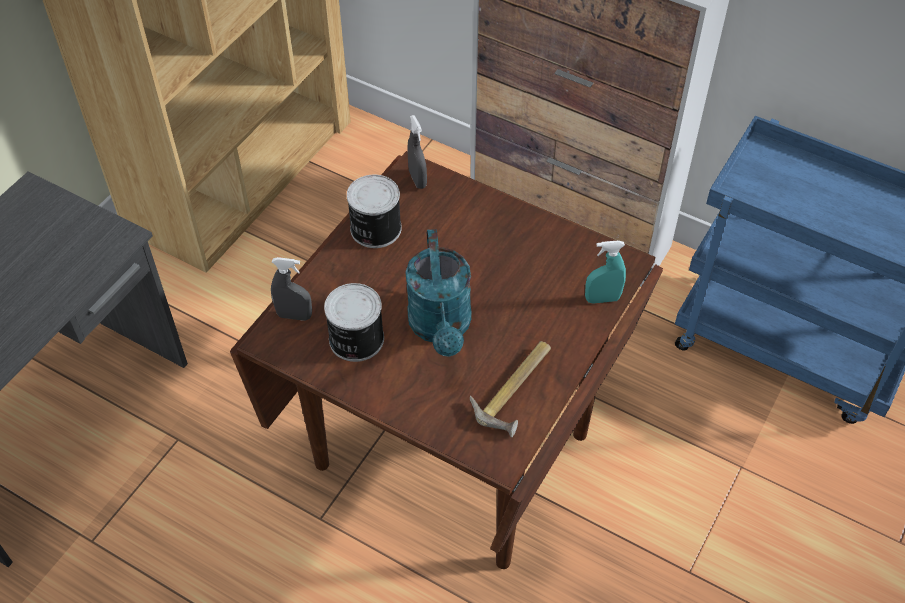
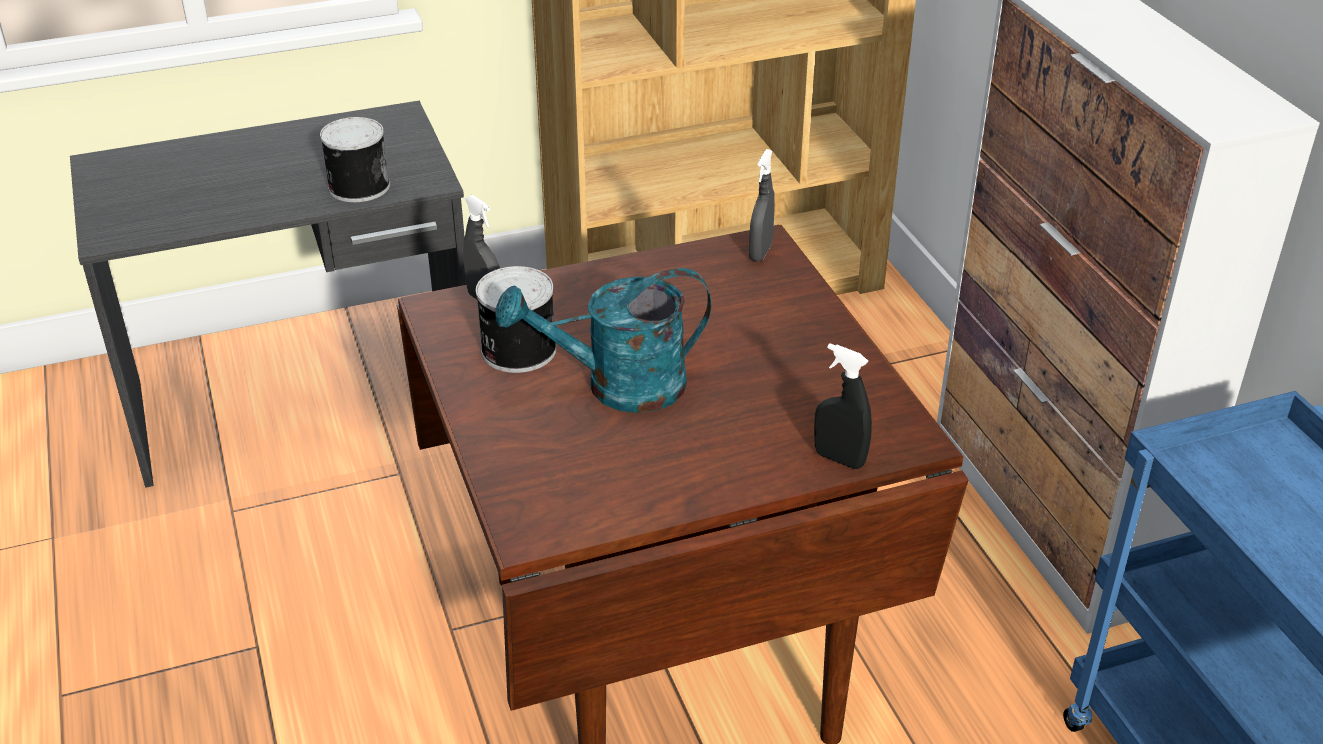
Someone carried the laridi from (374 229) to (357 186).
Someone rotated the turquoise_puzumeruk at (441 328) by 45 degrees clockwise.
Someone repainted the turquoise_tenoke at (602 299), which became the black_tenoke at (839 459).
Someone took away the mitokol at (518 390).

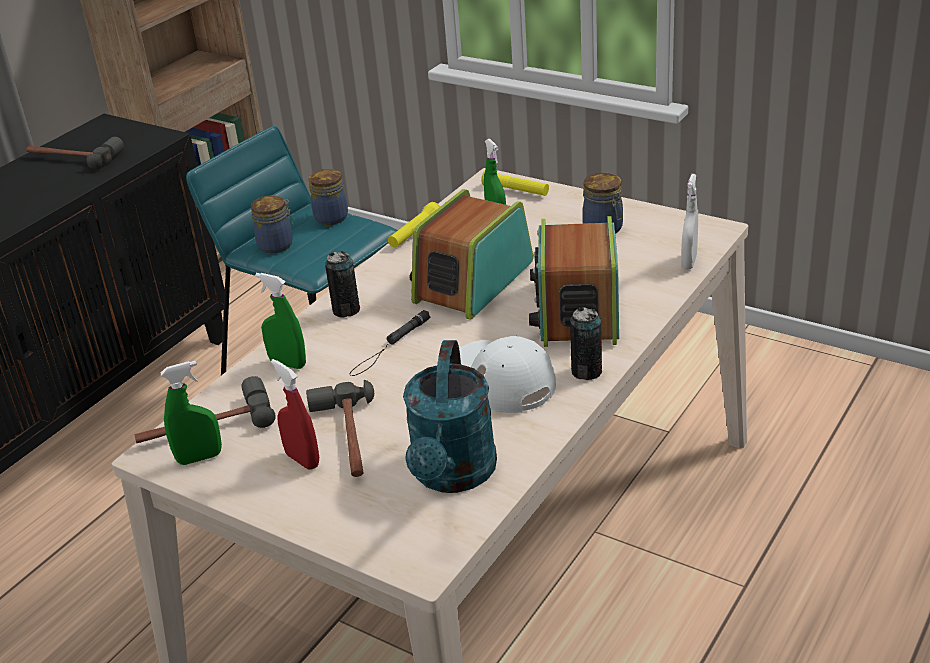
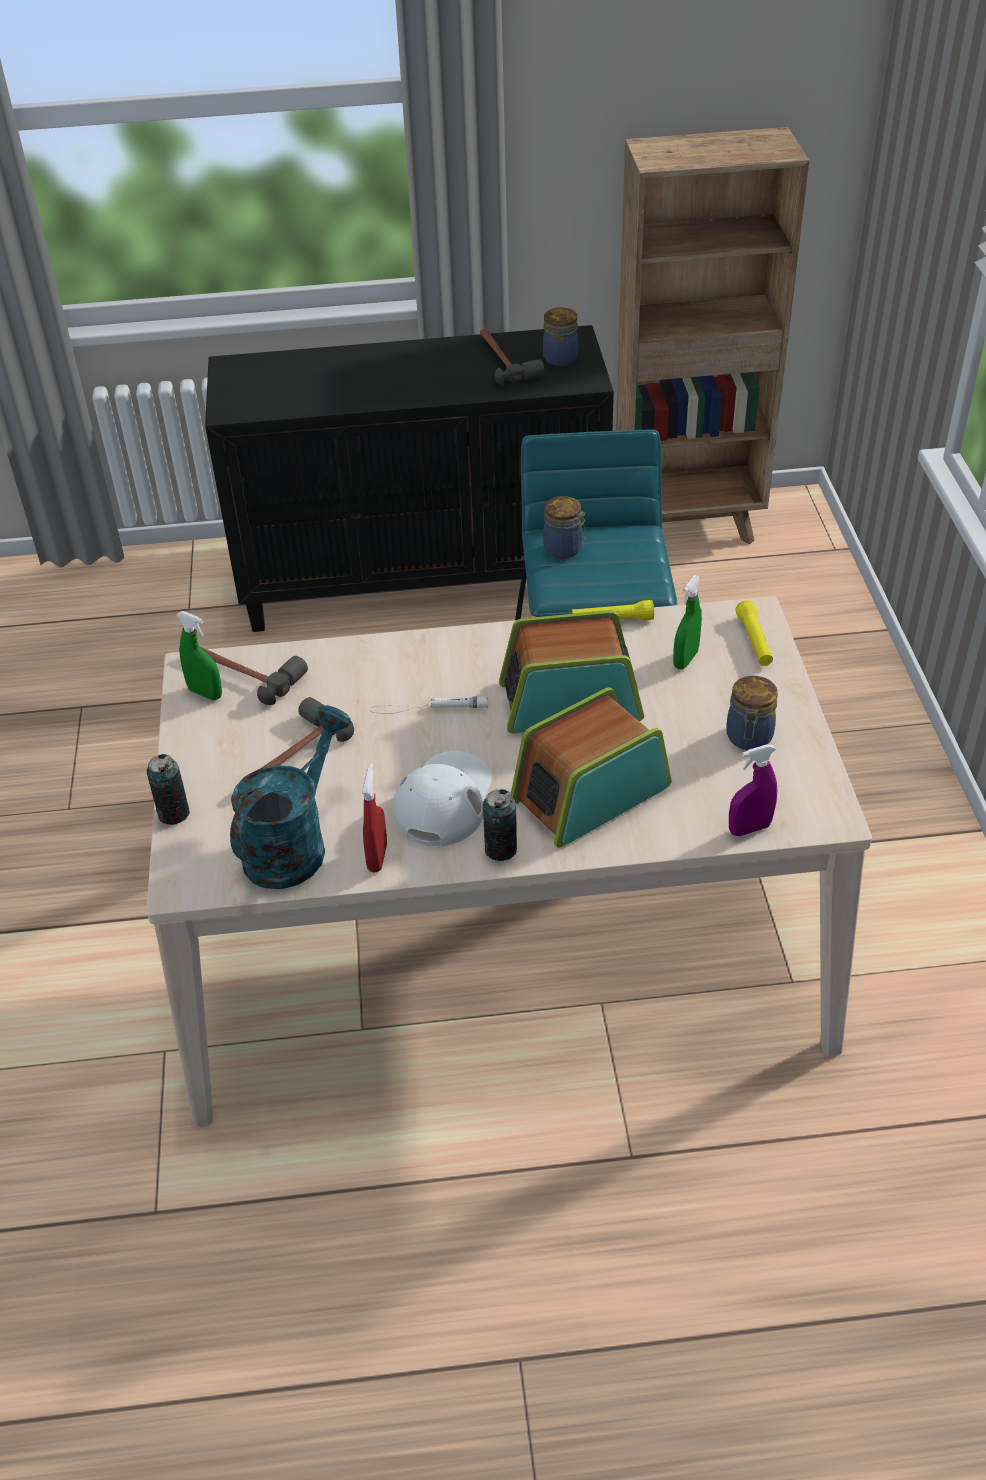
Someone carried the laridi from (346 310) to (174 814).
Someone rotated the turquoise_puzumeruk at (452 476) by 150 degrees clockwise.
Someone carried the red_tenoke from (302 460) to (377 857).
Someone repainted the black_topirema at (390 346), which became the white_topirema at (428 708).
Someone carried the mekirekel from (330 217) to (561 357).
Someone repainted the white_tenoke at (689 262), which became the purple_tenoke at (749 828).
Someone took away the green_tenoke at (288 364).

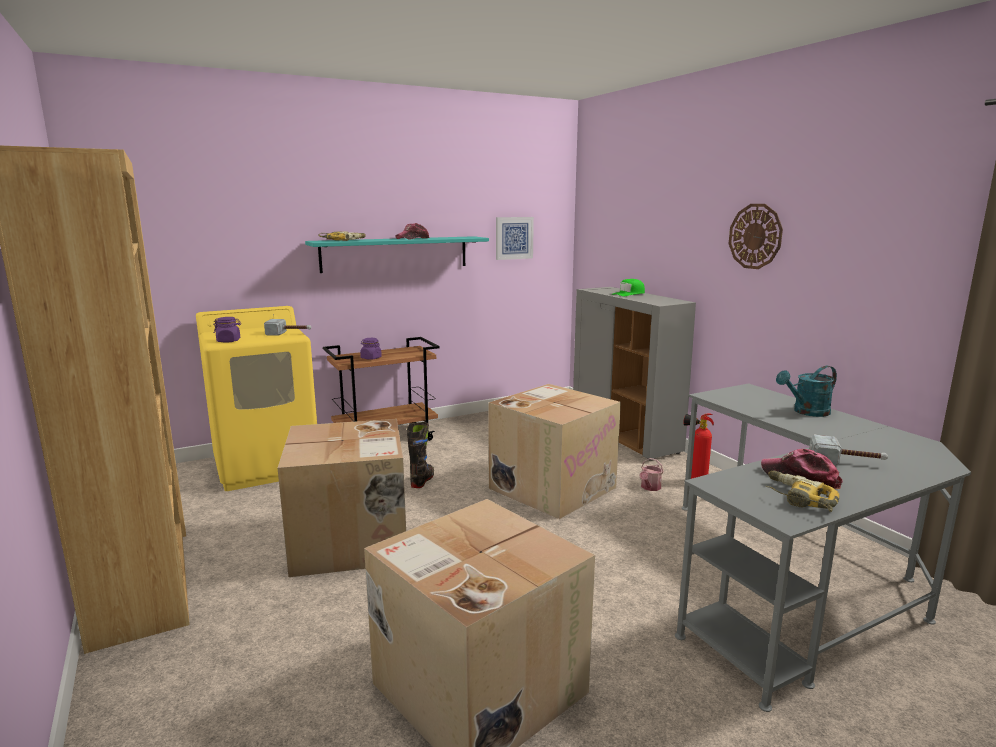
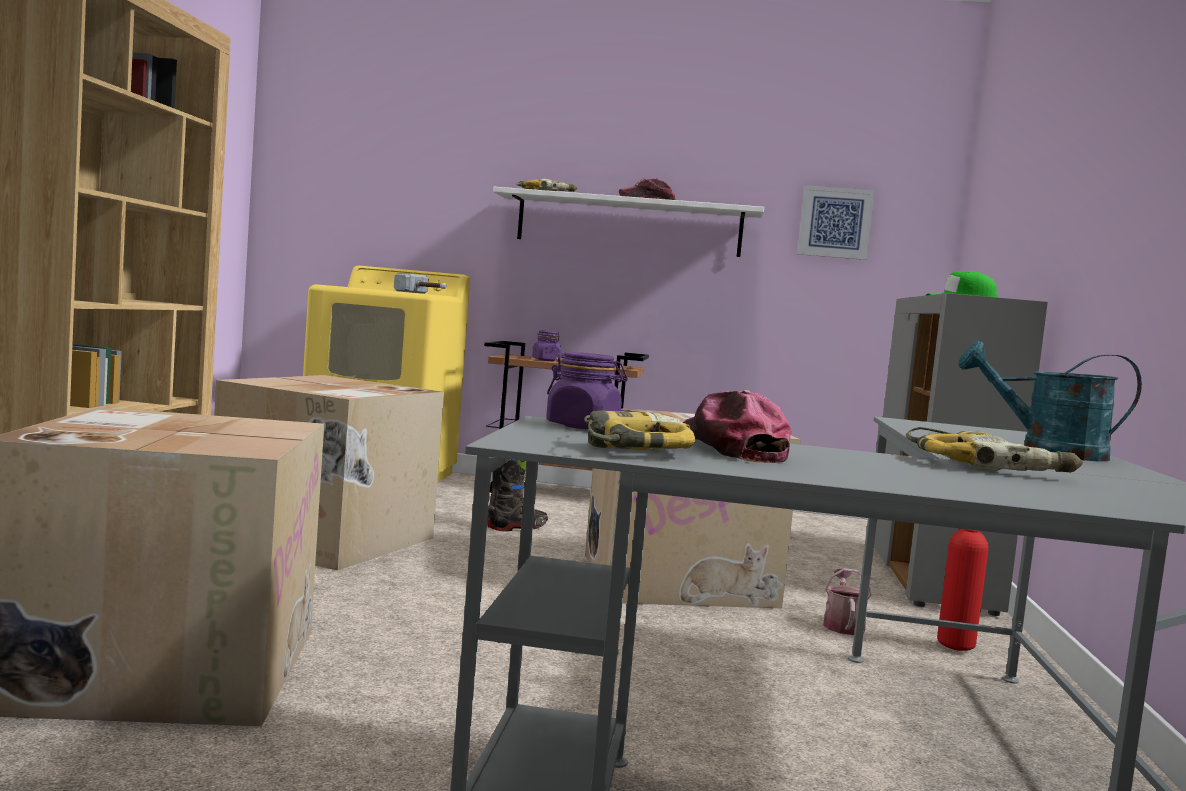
Someone repainted the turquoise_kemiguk at (395 253), which became the white_kemiguk at (629 225).
Someone carried the purple_mekirekel from (229 341) to (583 426).
Someone rotated the puzumeruk at (649 487) by 120 degrees clockwise.
Someone put down the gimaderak at (988 467).
Someone took away the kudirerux at (755 236).
Someone took away the mitokol at (846 462).

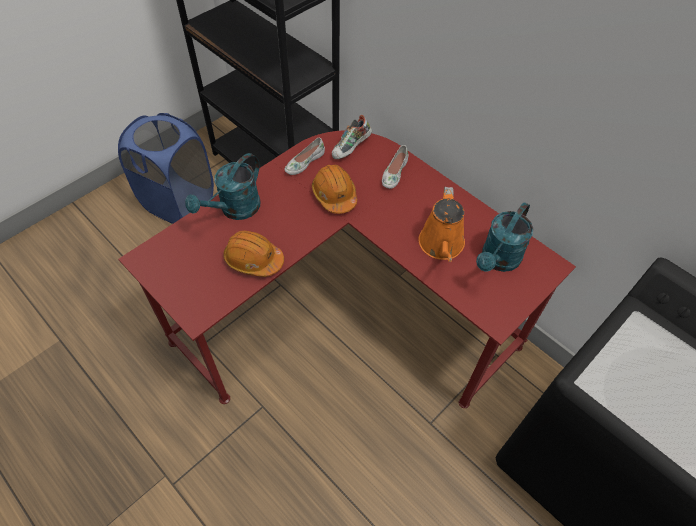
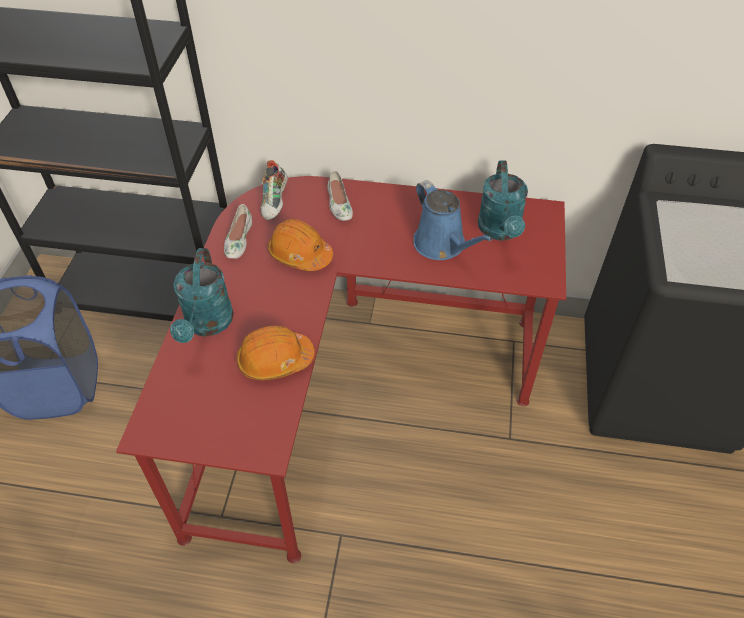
Someone repainted the orange_puzumeruk at (441 246), which became the blue_puzumeruk at (442 245).

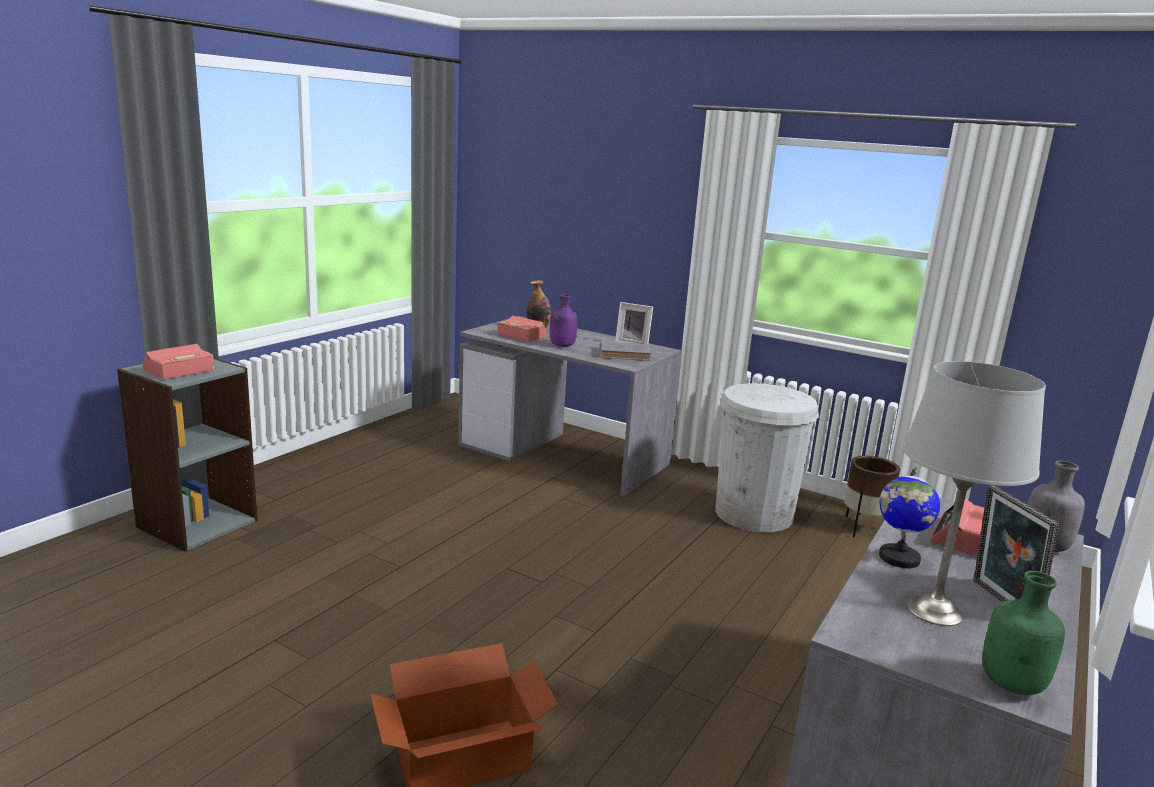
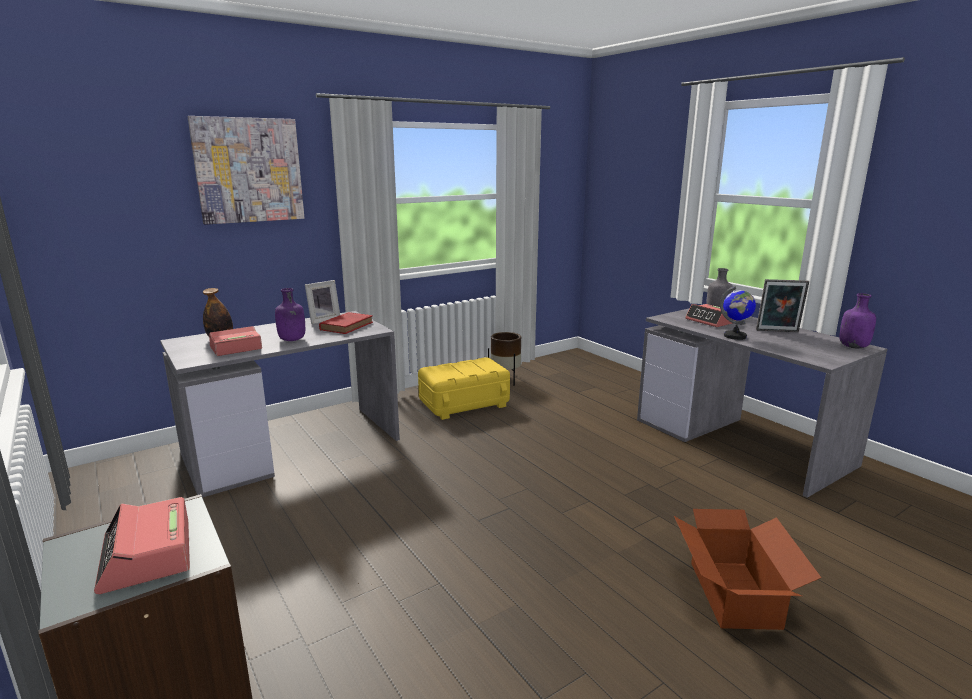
Someone put up the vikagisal at (249 170).
Someone repainted the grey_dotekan at (626 355), which became the red_dotekan at (347 326).
Someone swapped the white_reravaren at (753 514) for the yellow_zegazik at (464 403).
Someone repainted the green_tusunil at (1013 685), which became the purple_tusunil at (853 347).
Someone took away the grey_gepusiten at (935 612).

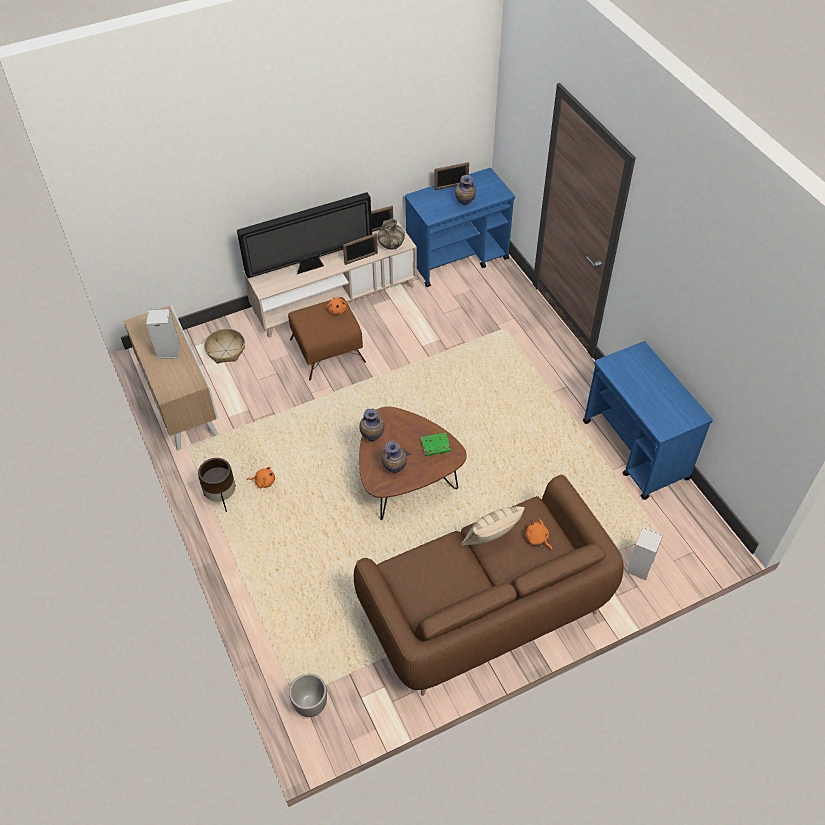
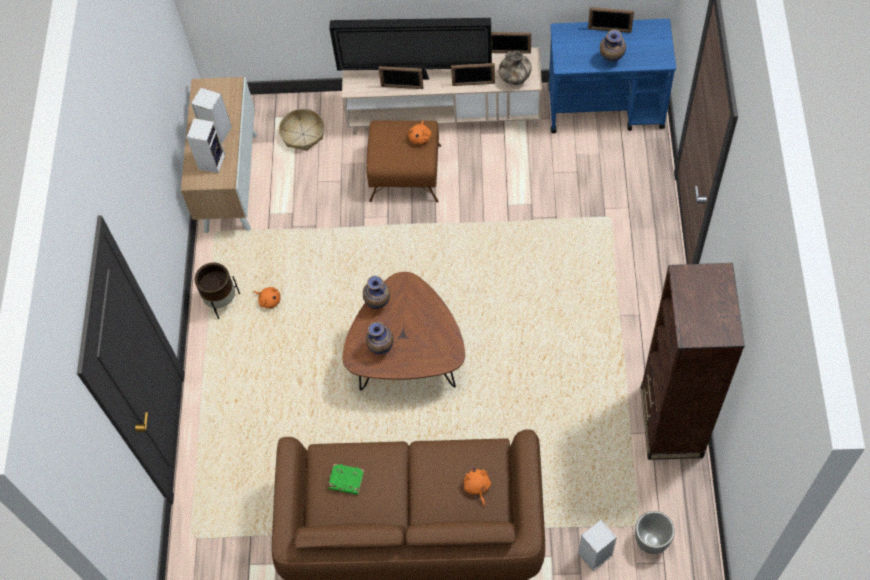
Someone put down the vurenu at (211 161).
Someone carried the green_dotekan from (435 446) to (346 480).
Someone put down the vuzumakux at (402 87).
Someone carried the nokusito from (311 705) to (651 541).
Someone swapped the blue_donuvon at (635 450) for the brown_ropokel at (671 422).
Someone took away the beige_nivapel at (491 541).

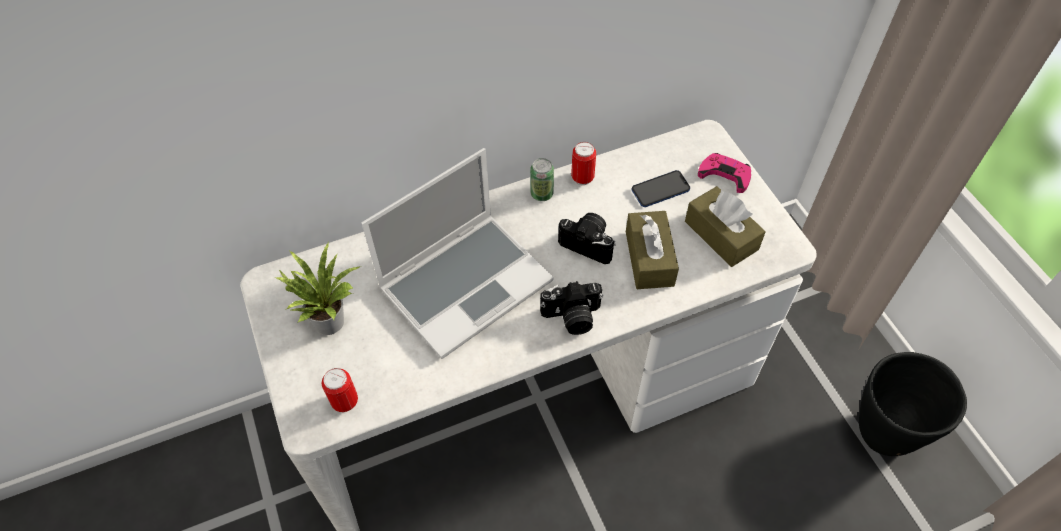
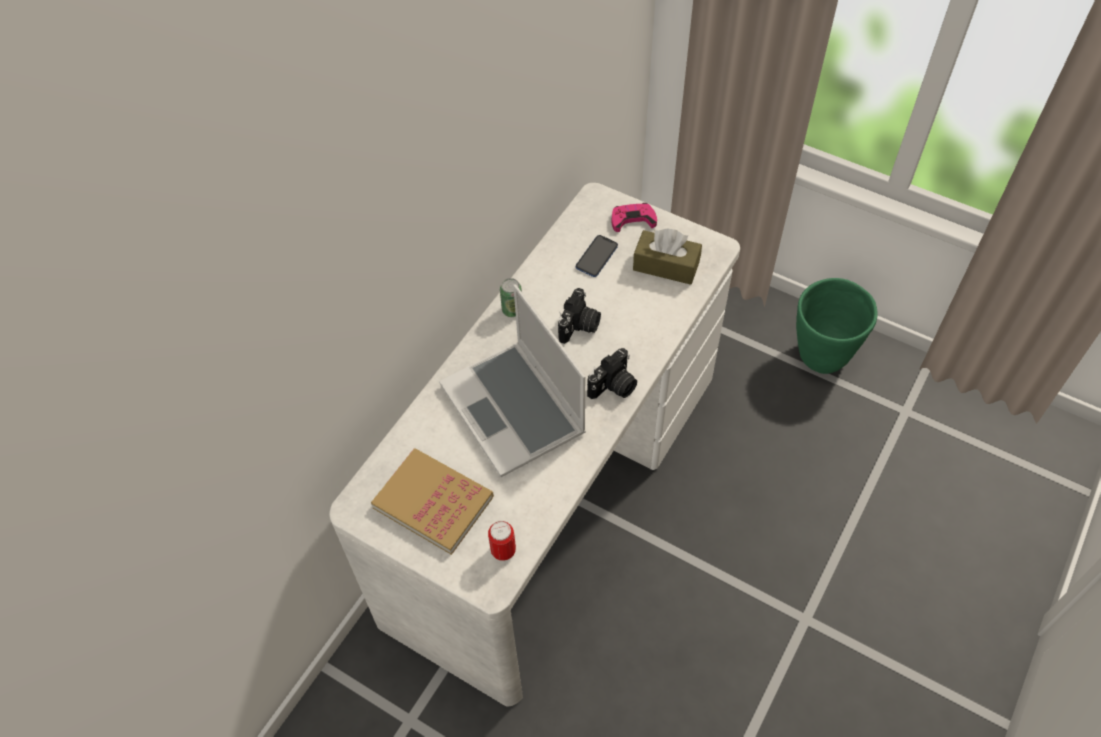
Someone swapped the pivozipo at (328 319) for the dotekan at (433 502).
Someone rotated the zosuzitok at (466 283) by 135 degrees clockwise.
Someone rotated the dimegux at (589 243) by 120 degrees clockwise.
Someone repainted the black_nokusito at (883 433), which became the green_nokusito at (821 357).
Someone took away the laridi at (582 178).
Someone took away the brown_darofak at (649 258).

